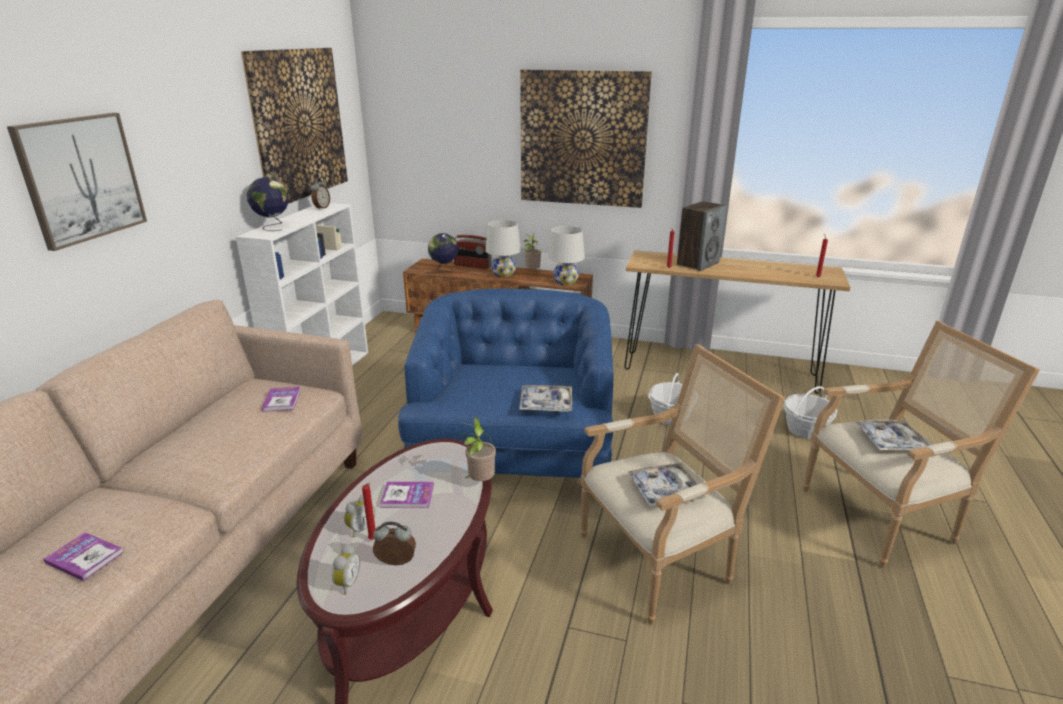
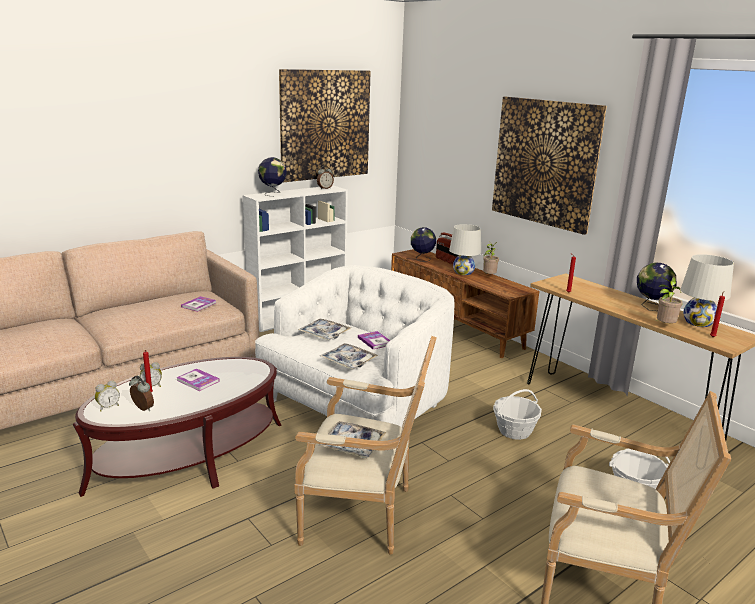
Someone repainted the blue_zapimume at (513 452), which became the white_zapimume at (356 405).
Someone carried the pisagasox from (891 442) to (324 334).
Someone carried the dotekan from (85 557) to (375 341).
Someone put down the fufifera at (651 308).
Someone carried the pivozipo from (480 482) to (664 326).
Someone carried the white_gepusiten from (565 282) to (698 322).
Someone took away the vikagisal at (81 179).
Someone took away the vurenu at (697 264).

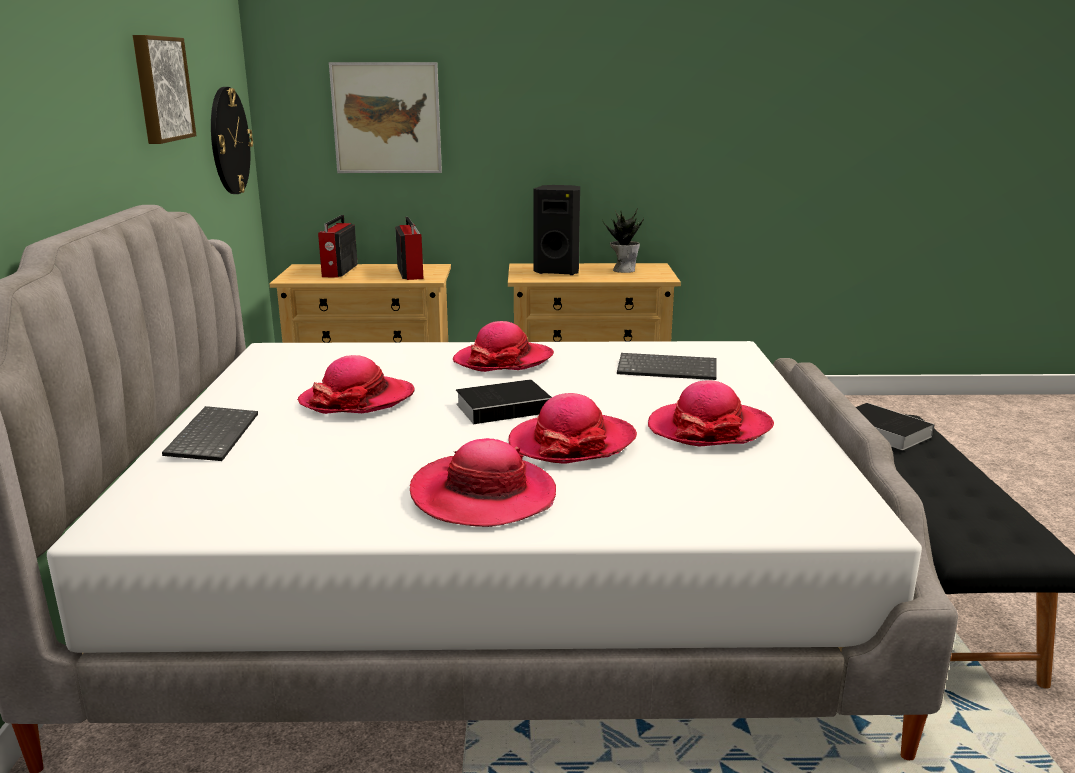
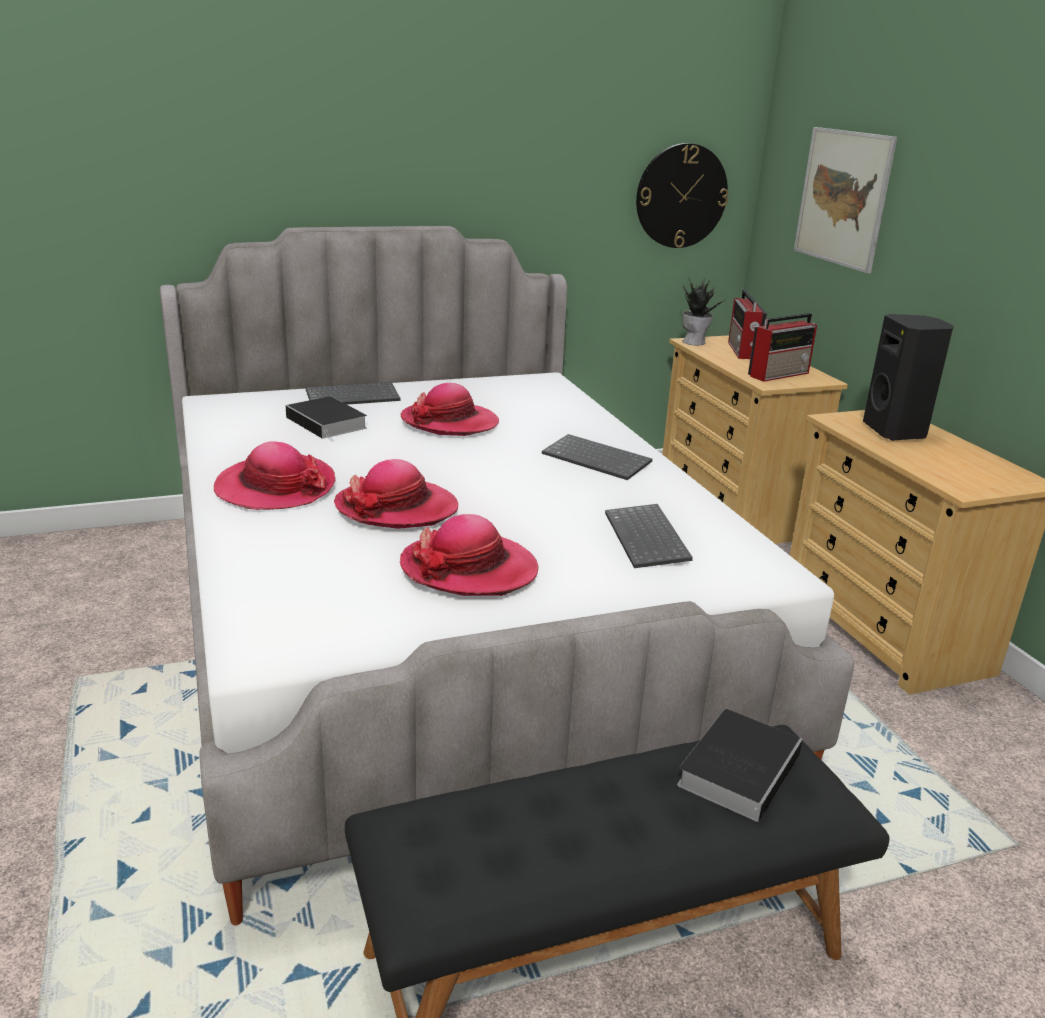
Someone carried the dotekan from (506 407) to (328 423).
Someone swapped the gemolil at (503 360) for the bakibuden at (598 459).
Someone carried the pivozipo from (623 270) to (694 342).
Someone rotated the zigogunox at (339 271) by 75 degrees counterclockwise.
Someone took away the vikagisal at (160 89).

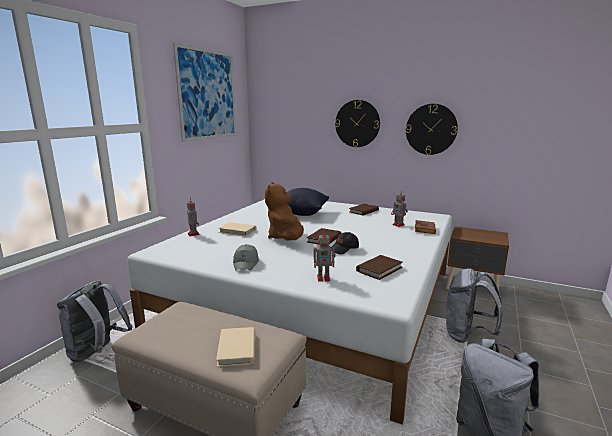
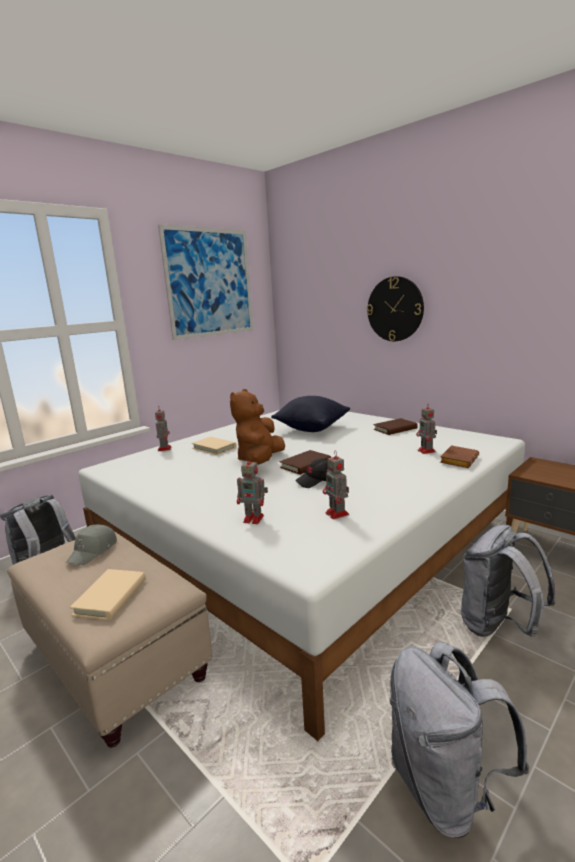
Someone carried the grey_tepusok from (246 263) to (93 551).
Someone swapped the brown_dotekan at (379 269) for the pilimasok at (337 514).
Someone took away the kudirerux at (431 129).

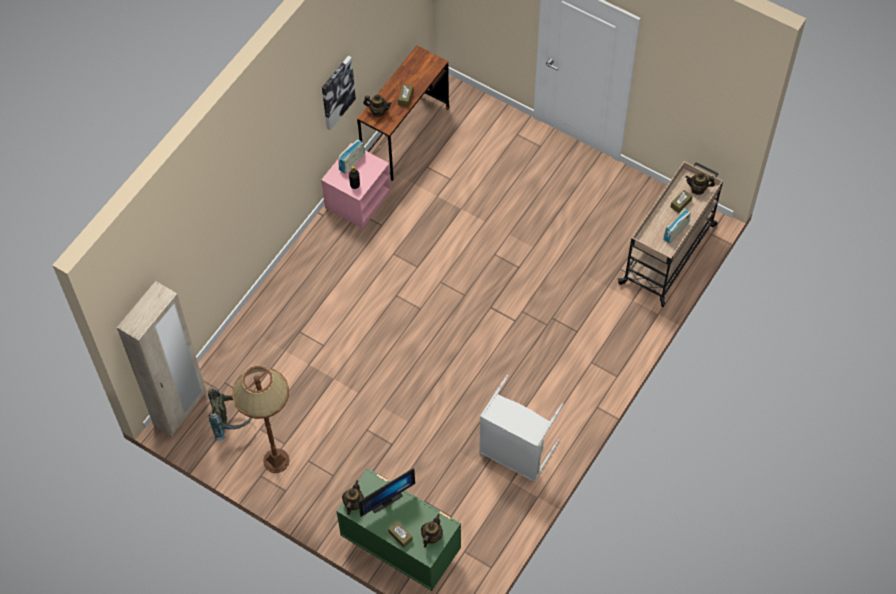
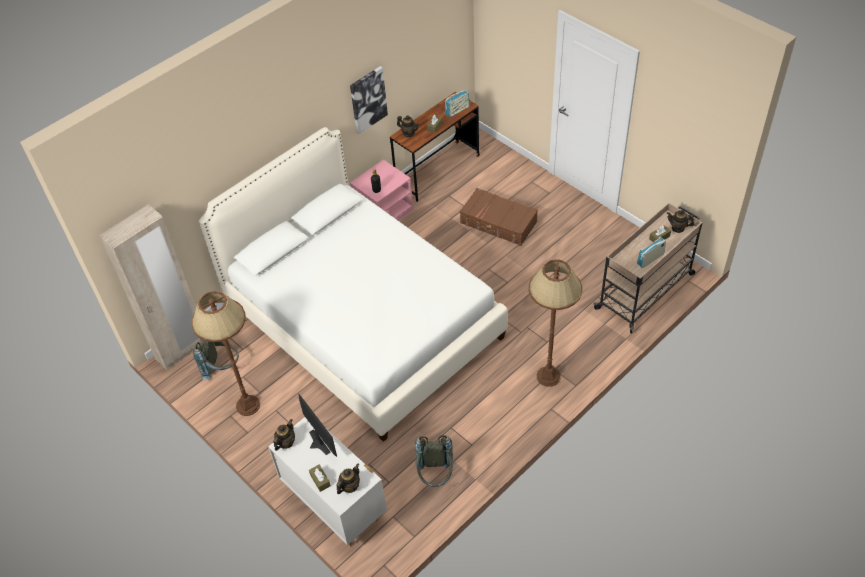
Someone put down the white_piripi at (364 321).
Someone repainted the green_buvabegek at (400 549), which became the white_buvabegek at (334 503).
Someone rotated the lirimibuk at (385 499) by 105 degrees counterclockwise.
Someone put down the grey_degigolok at (435 476).
Someone carried the zigogunox from (352 162) to (457 110).
Someone put down the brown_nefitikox at (498 223).
Someone put down the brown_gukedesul at (548 376).
Someone took away the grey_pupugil at (515 453).

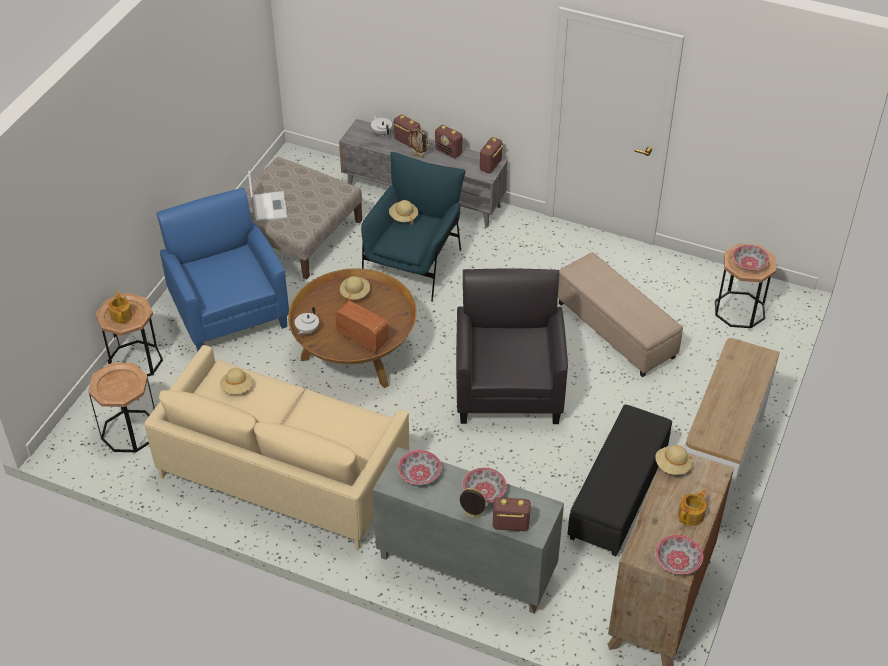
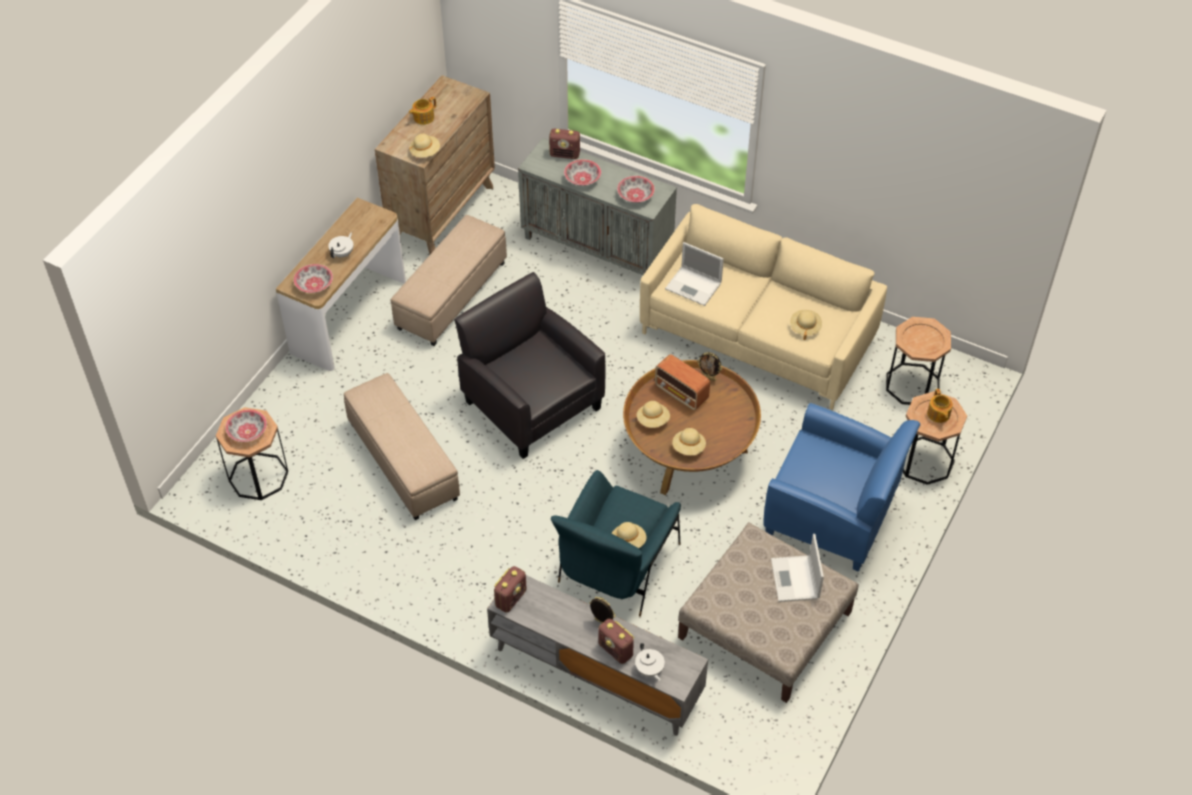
Someone carried the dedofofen from (677 561) to (314 285).
Someone carried the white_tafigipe from (307 330) to (342 253).
Someone repainted the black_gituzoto at (617 494), which became the beige_gituzoto at (452 296).
Someone rotated the black_zapimume at (508 387) by 135 degrees clockwise.
Someone put down the beige_gemolil at (653 420).
Someone put down the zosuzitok at (694 286).
Someone carried the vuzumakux from (472 517) to (708 378).
Someone rotated the blue_zapimume at (229 311) by 45 degrees counterclockwise.
Someone took away the zigogunox at (449 152).

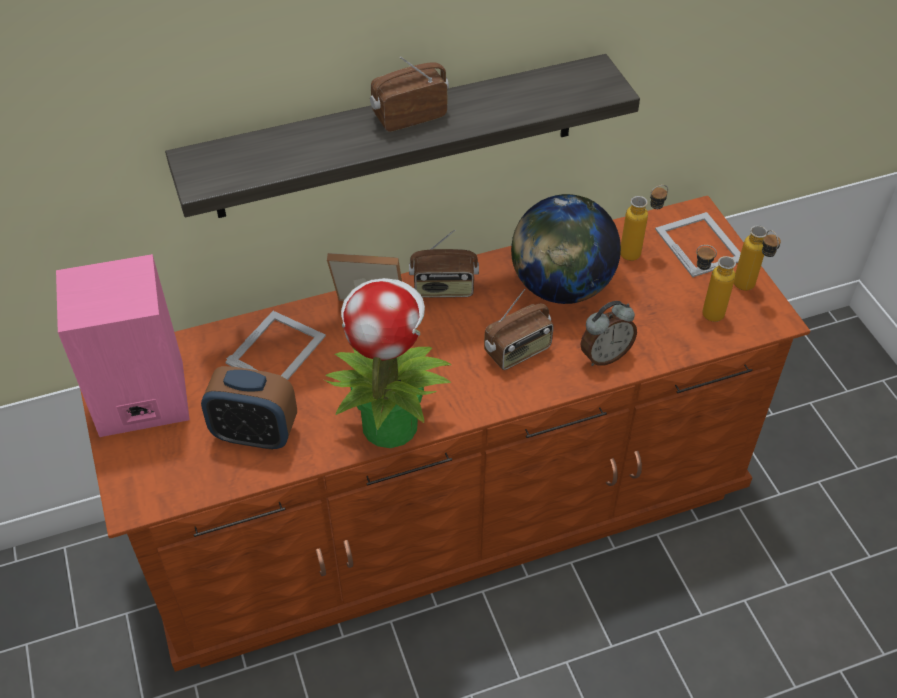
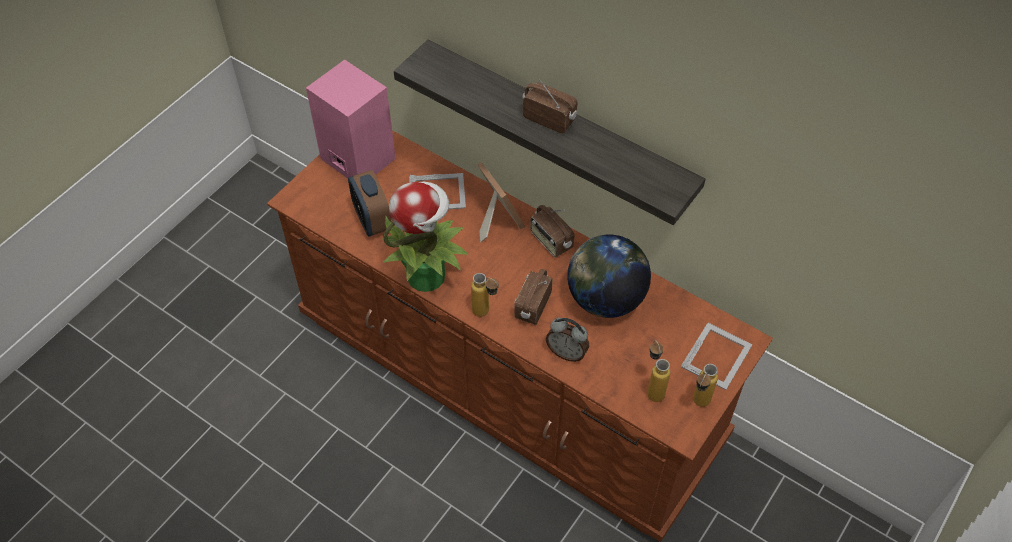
Someone carried the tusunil from (638 252) to (486 314).
Someone rotated the zigogunox at (518 351) by 90 degrees clockwise.

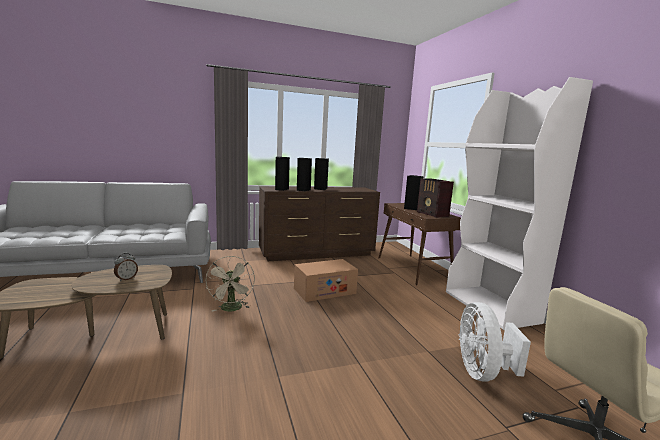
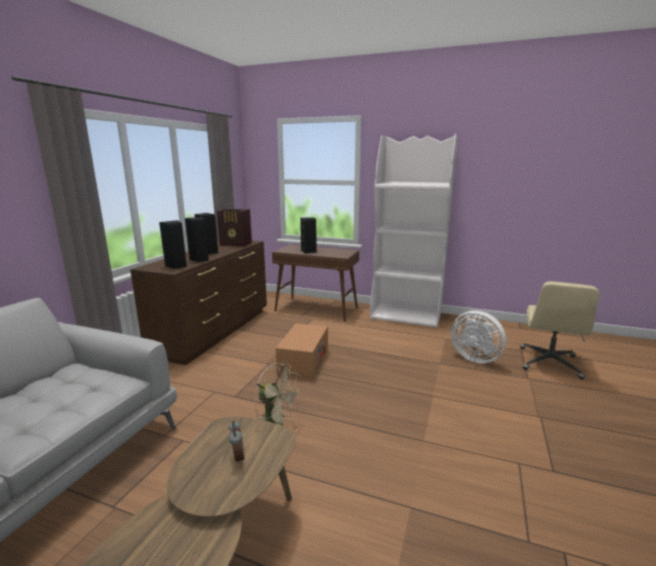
Someone carried the zigogunox from (432 214) to (236 244).

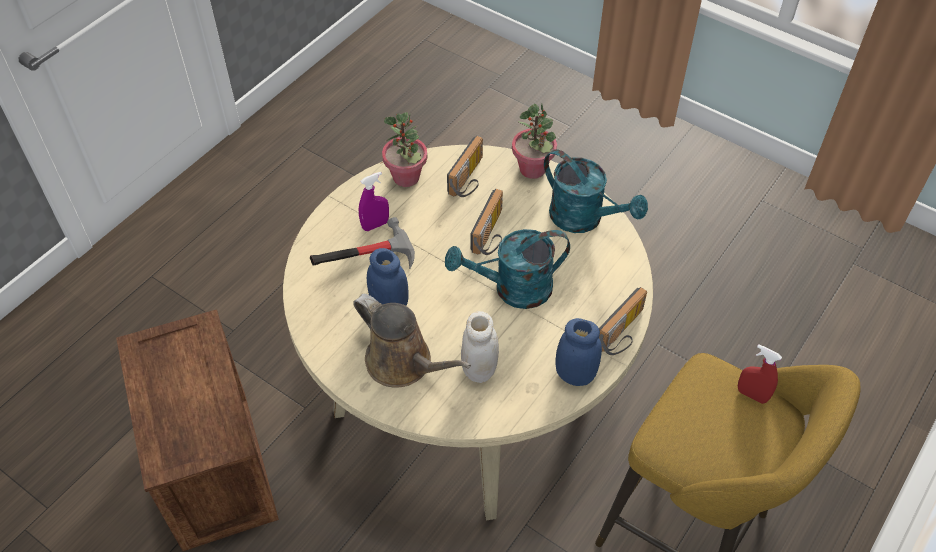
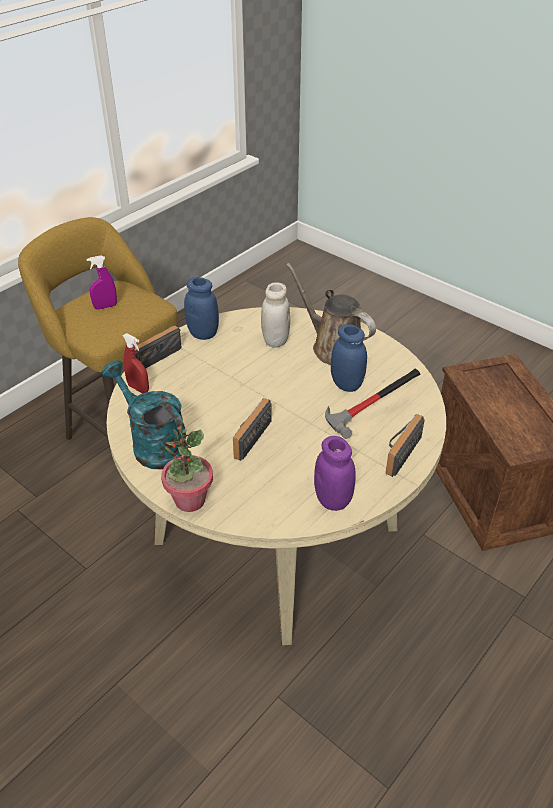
Someone carried the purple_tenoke from (375 225) to (105 306).
Someone carried the red_tenoke from (752 395) to (138 388).
Someone swapped the pivozipo at (406 177) for the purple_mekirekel at (333 500).
Someone carried the zigogunox from (470 179) to (398 451).
Someone took away the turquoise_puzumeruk at (512 289).

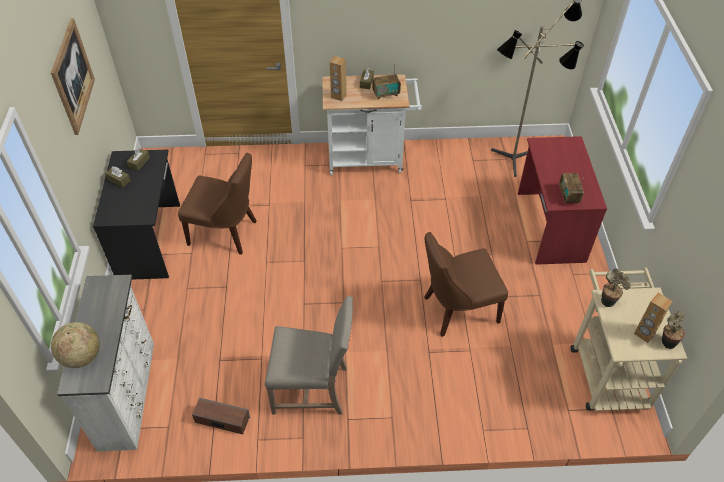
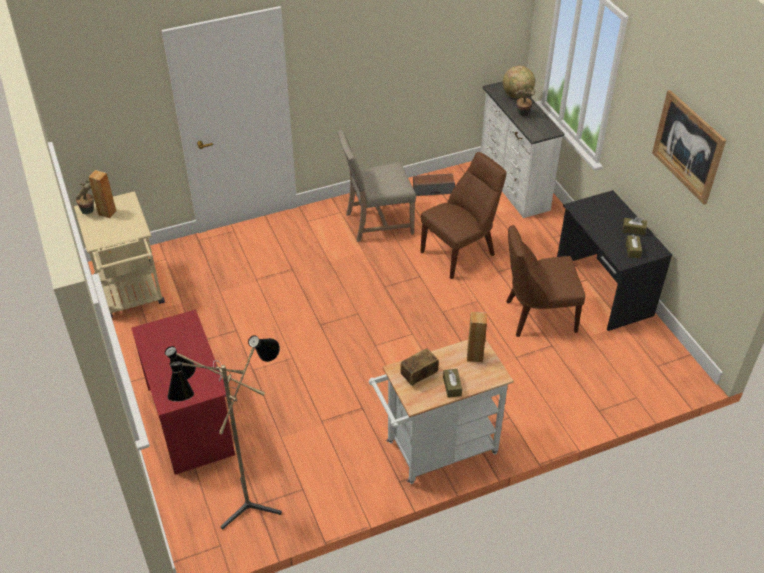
Someone carried the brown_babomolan from (457 310) to (460 252).
Someone carried the pivozipo from (608 300) to (522 115).
Someone took away the zigogunox at (568 195).

